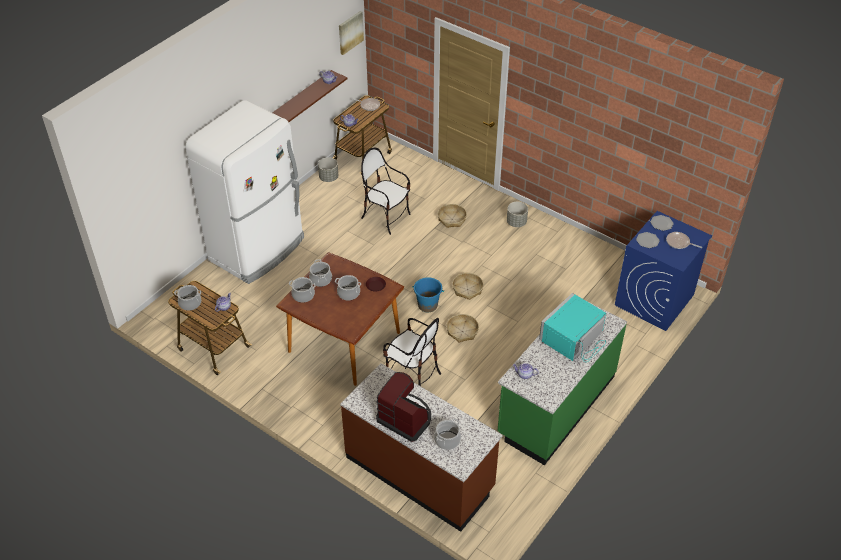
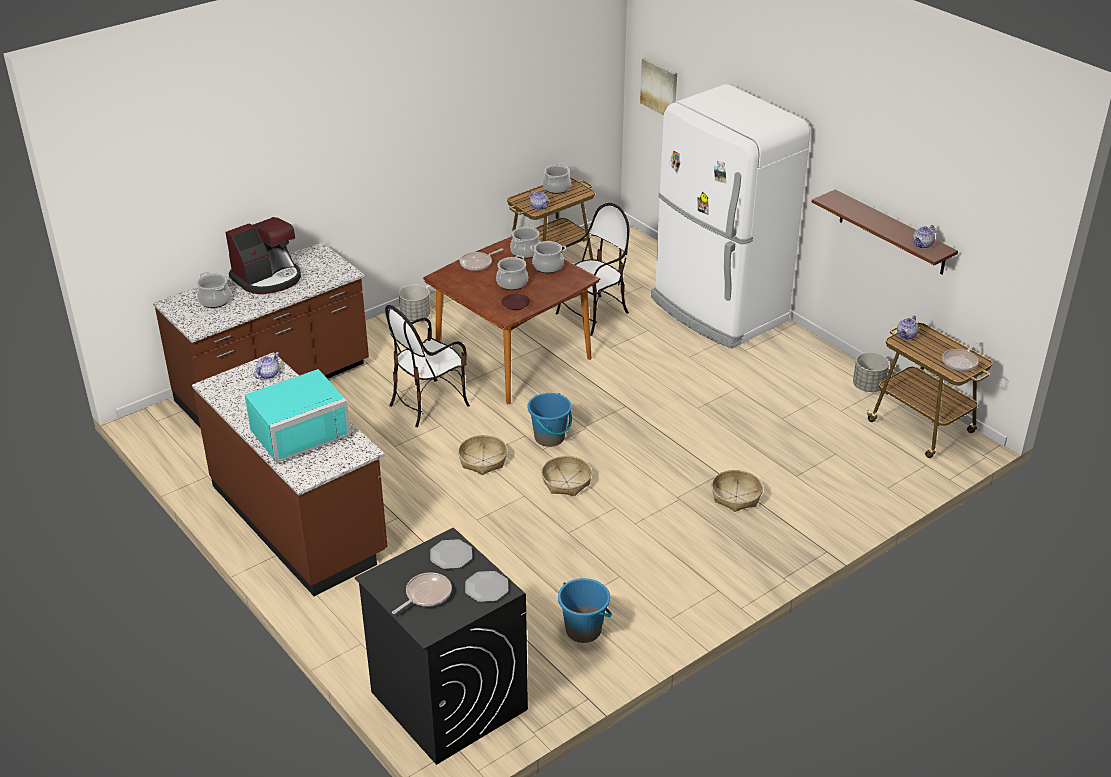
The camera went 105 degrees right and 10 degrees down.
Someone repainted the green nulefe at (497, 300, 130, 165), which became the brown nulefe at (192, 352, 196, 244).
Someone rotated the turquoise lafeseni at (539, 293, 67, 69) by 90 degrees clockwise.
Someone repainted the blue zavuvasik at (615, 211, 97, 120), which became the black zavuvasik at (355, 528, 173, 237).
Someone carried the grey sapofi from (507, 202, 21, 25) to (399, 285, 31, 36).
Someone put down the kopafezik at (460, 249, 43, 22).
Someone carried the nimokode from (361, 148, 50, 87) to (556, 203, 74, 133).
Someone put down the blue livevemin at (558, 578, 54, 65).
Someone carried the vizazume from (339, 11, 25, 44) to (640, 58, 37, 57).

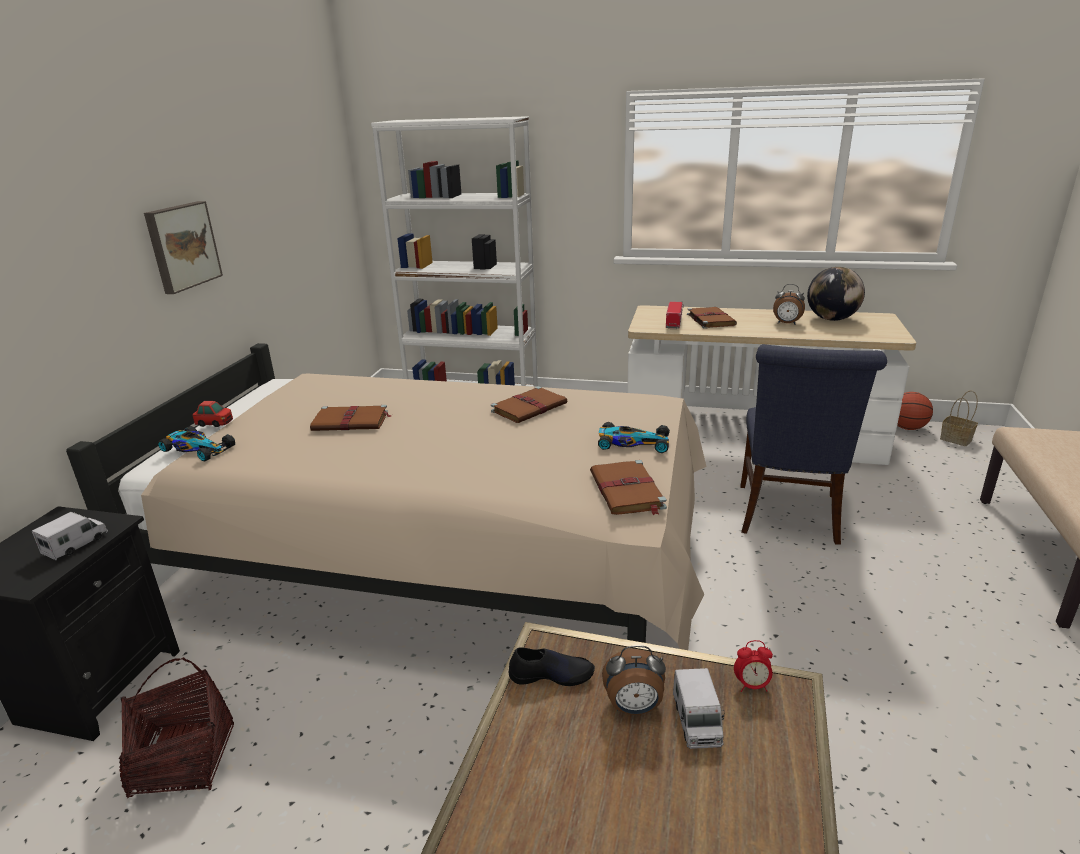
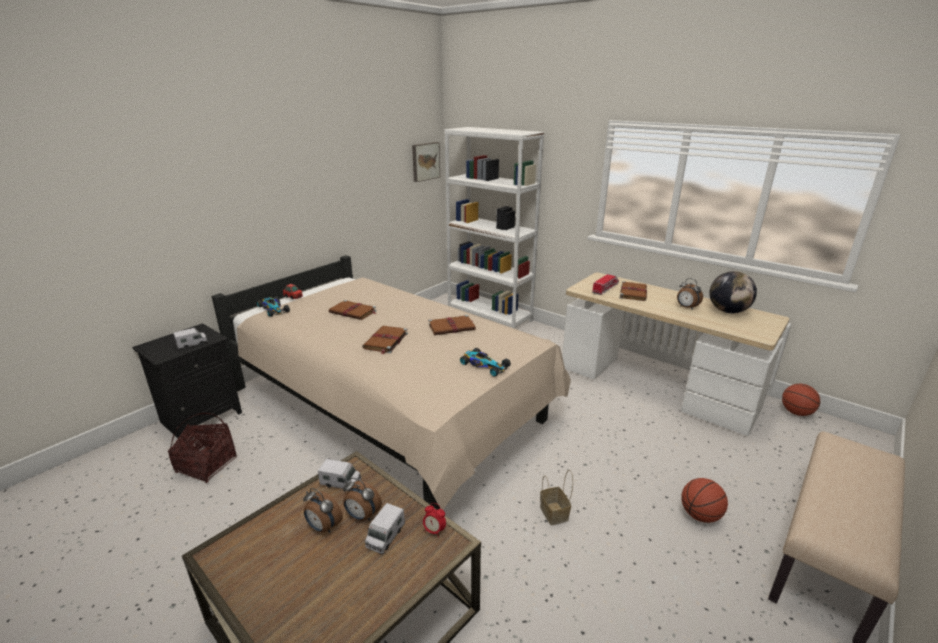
The camera went 25 degrees right and 0 degrees up.
Someone put down the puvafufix at (303, 488, 40, 45).
Someone swapped the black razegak at (509, 647, 86, 39) for the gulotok at (318, 459, 43, 30).
Someone carried the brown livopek from (590, 460, 77, 55) to (362, 326, 46, 29).
Someone carried the vizazume from (144, 201, 79, 93) to (412, 142, 28, 40).
Someone carried the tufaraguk from (940, 391, 38, 55) to (540, 470, 33, 55).
Someone put down the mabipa at (681, 478, 47, 45).
Someone took away the blue nimokode at (740, 344, 147, 201).

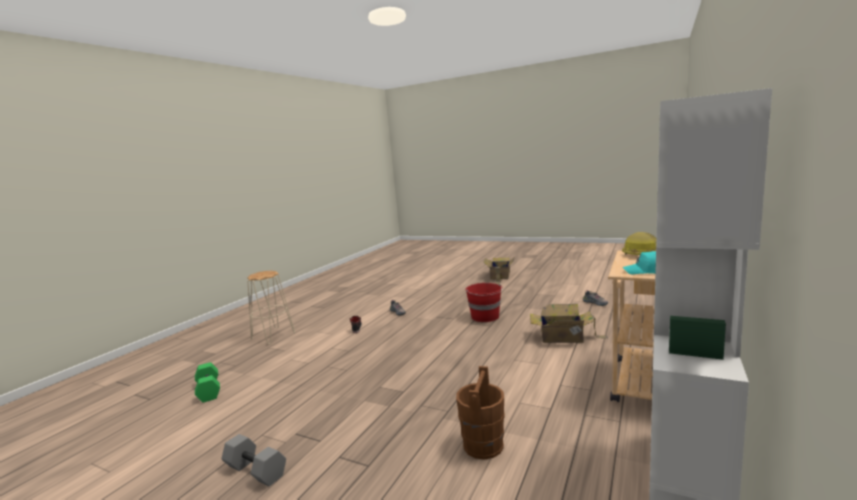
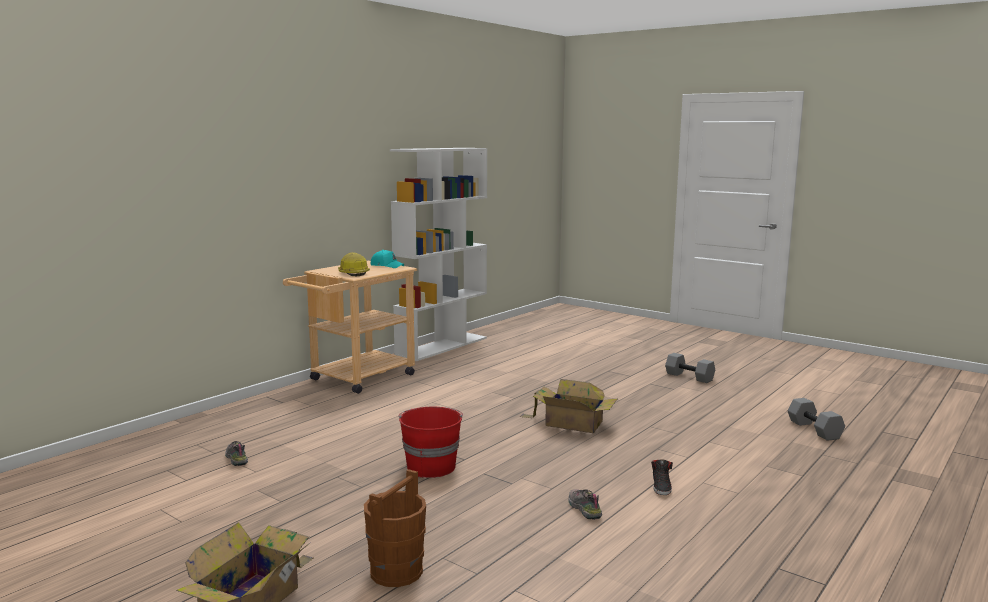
The camera went 170 degrees left and 0 degrees up.
Someone carried the brown livevemin from (456, 366, 49, 94) to (364, 469, 62, 118).
Someone carried the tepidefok from (530, 304, 78, 39) to (520, 379, 97, 54).
Someone repainted the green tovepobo at (195, 362, 25, 41), which became the grey tovepobo at (787, 398, 58, 43).
Someone took away the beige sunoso at (247, 271, 48, 74).

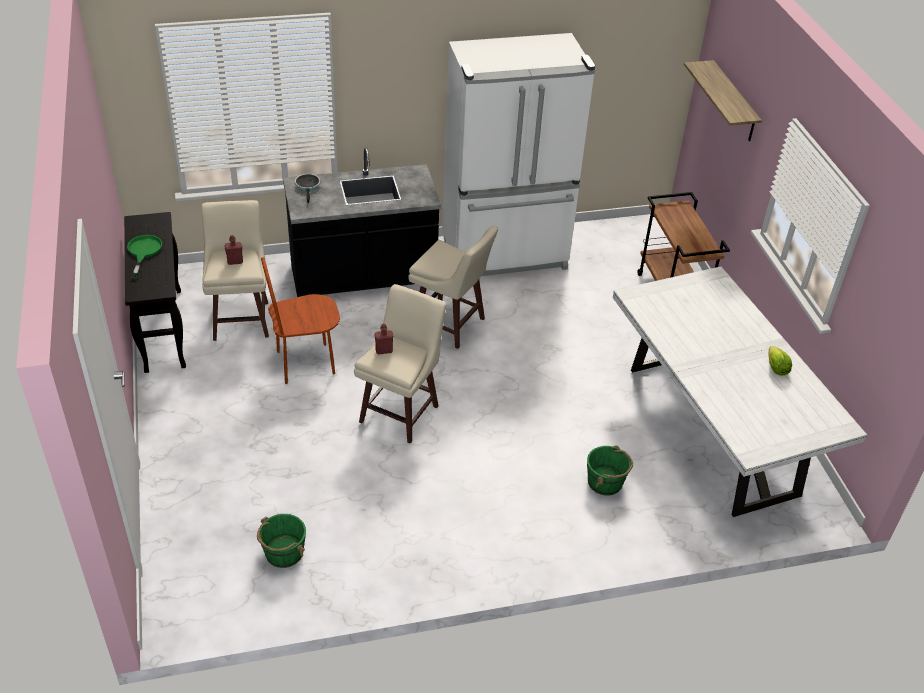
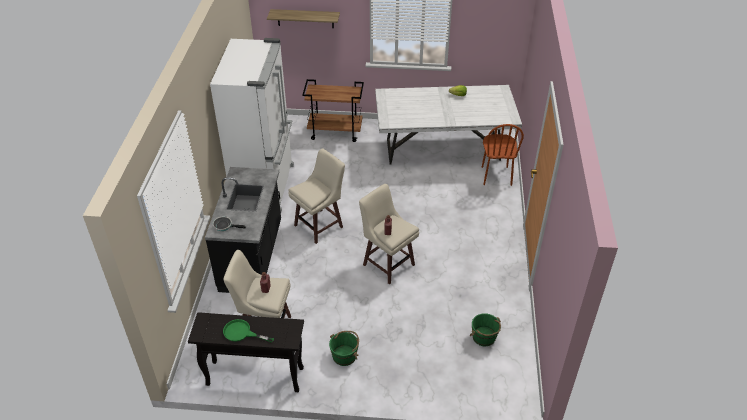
The camera went 70 degrees left and 0 degrees up.
Someone carried the green livevemin from (587, 445, 46, 51) to (329, 331, 30, 35).
Someone carried the brown nimokode from (261, 257, 79, 127) to (482, 124, 42, 62).

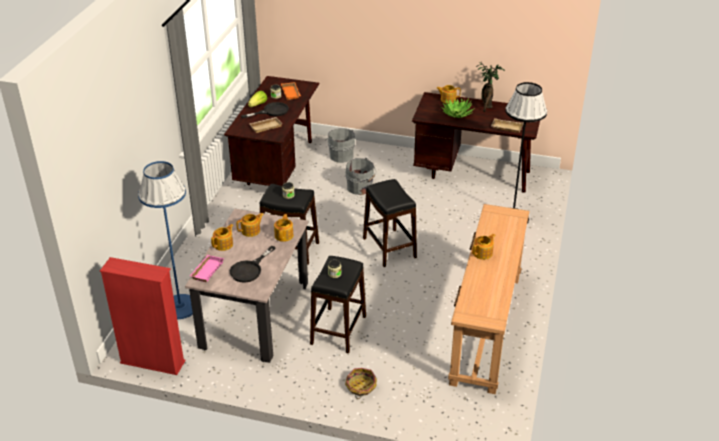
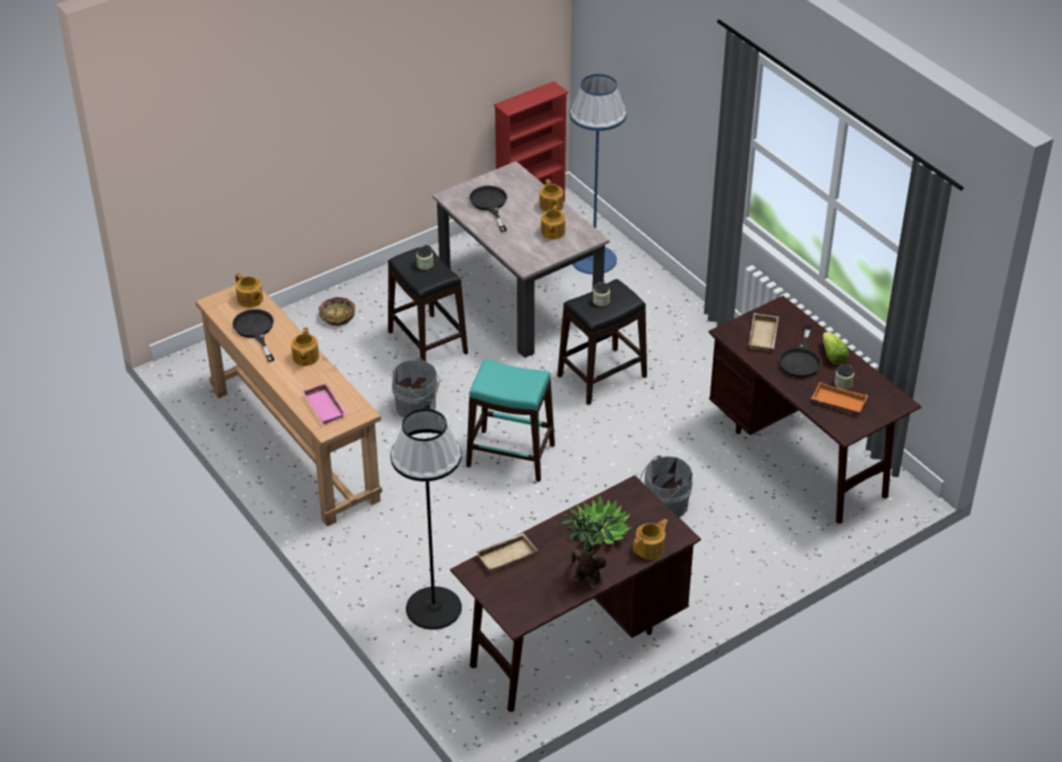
The camera went 130 degrees right and 5 degrees up.
Someone put down the black kopafezik at (232, 309, 42, 53).
Someone carried the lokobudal from (274, 214, 20, 28) to (235, 273, 28, 35).
Someone carried the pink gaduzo from (190, 255, 34, 27) to (302, 383, 45, 42).
Someone carried the grey livevemin from (326, 128, 29, 35) to (392, 358, 48, 60).
Someone repainted the black sunoso at (363, 179, 54, 88), which became the turquoise sunoso at (466, 360, 89, 122).

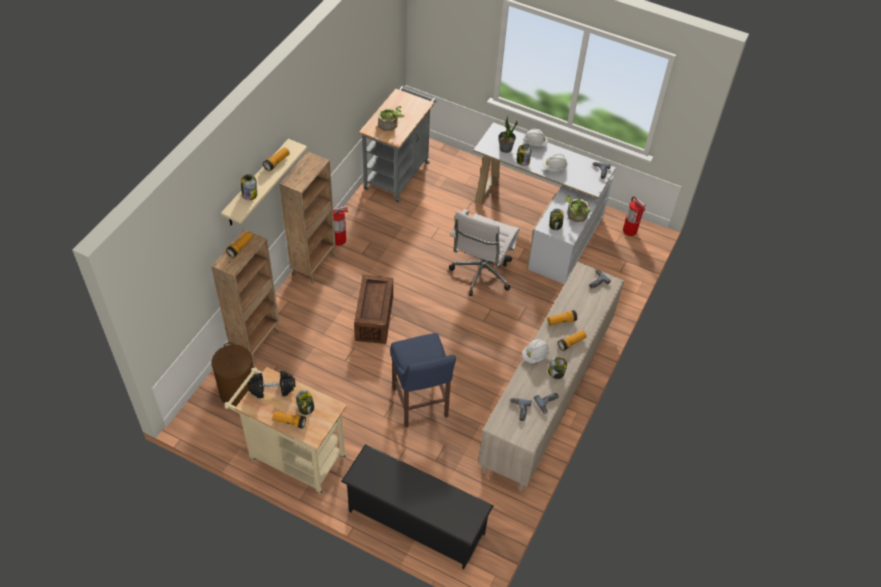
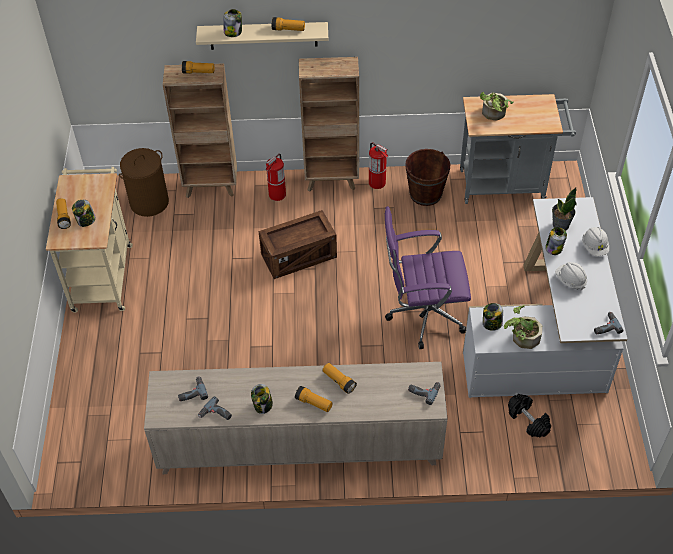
The camera went 65 degrees right and 0 degrees up.
Someone carried the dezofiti from (623, 196, 23, 40) to (266, 154, 20, 47).
Someone repainted the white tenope at (449, 209, 70, 87), which became the purple tenope at (385, 206, 86, 143).
Someone put down the brown livevemin at (405, 149, 45, 57).
Someone carried the black tovepobo from (248, 371, 47, 27) to (508, 394, 43, 44).
Someone took away the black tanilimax at (341, 444, 153, 125).
Someone took away the blue sunoso at (390, 333, 66, 94).
Someone took away the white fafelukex at (522, 339, 28, 24).

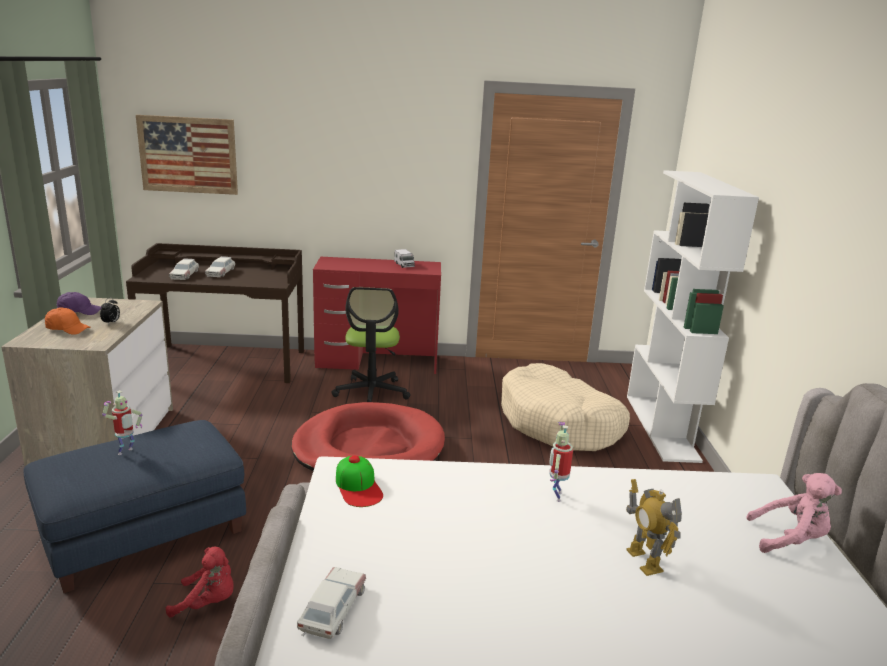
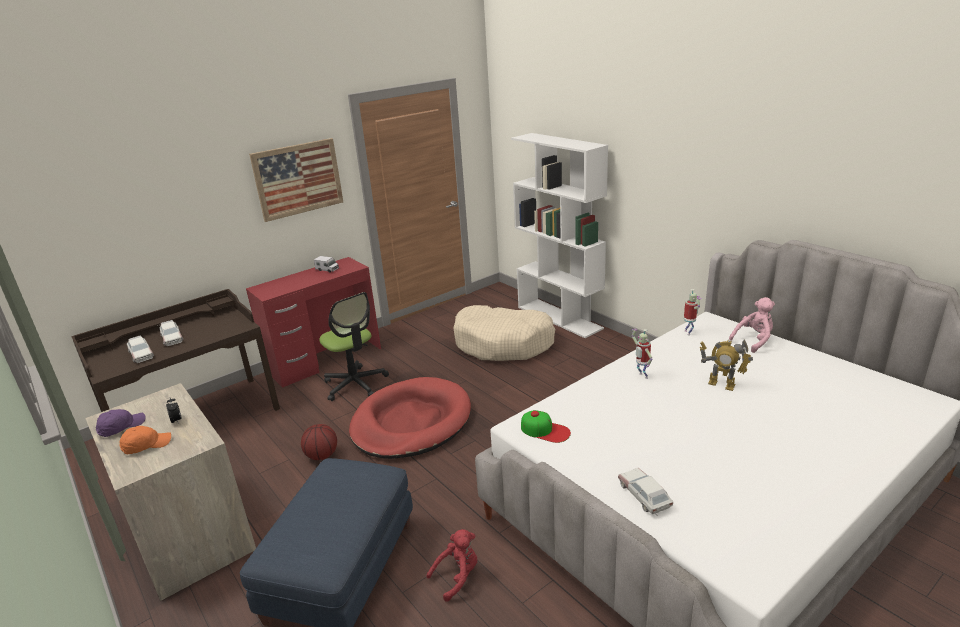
The camera went 35 degrees left and 5 degrees up.
Someone carried the vizazume from (136, 115, 102, 80) to (249, 138, 94, 84).
Someone put down the mabipa at (301, 424, 36, 36).
Someone carried the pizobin from (102, 390, 40, 65) to (684, 289, 18, 47).

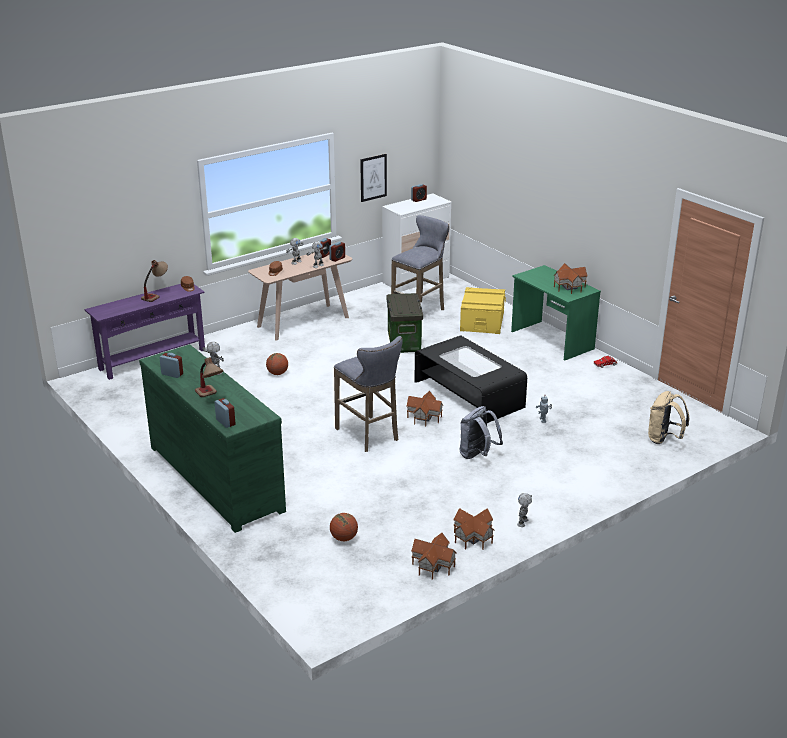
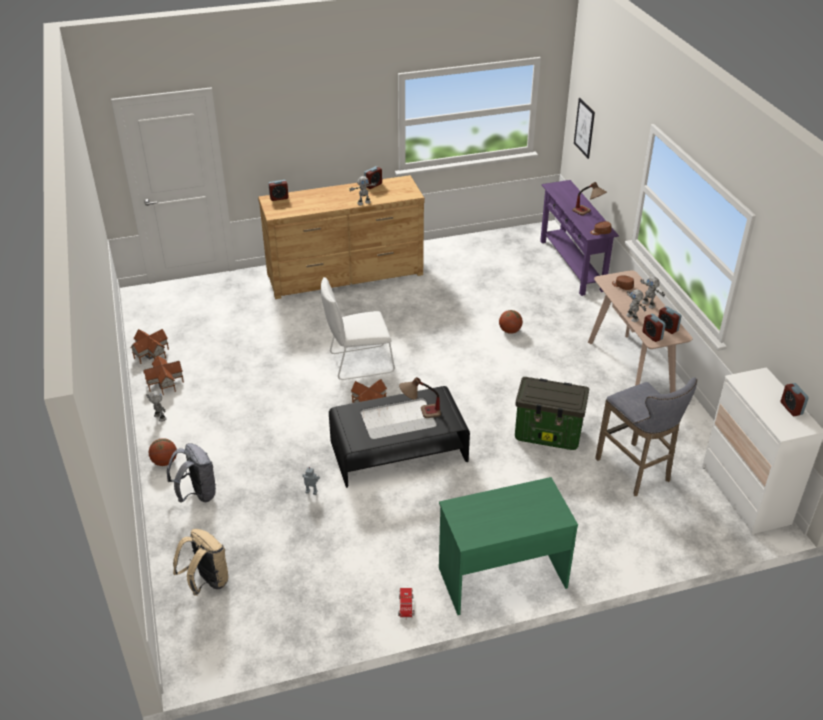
The camera went 110 degrees right and 10 degrees up.
Someone carried the mabipa from (330, 513, 28, 28) to (149, 438, 28, 28).
Someone carried the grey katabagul from (460, 406, 43, 53) to (167, 443, 49, 60).
Someone repainted the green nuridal at (139, 344, 147, 189), which became the brown nuridal at (258, 175, 167, 124).
Someone swapped the grey sunoso at (334, 336, 69, 116) for the white nimokode at (321, 277, 74, 103).
Someone carried the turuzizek from (195, 357, 28, 40) to (399, 377, 42, 41).
Someone carried the vizazume from (360, 154, 27, 48) to (574, 98, 21, 61).
Someone took away the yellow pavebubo at (460, 287, 46, 47).
Someone took away the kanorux at (554, 263, 34, 31).

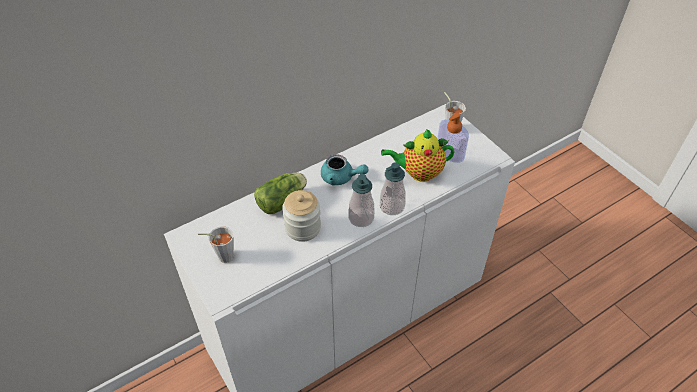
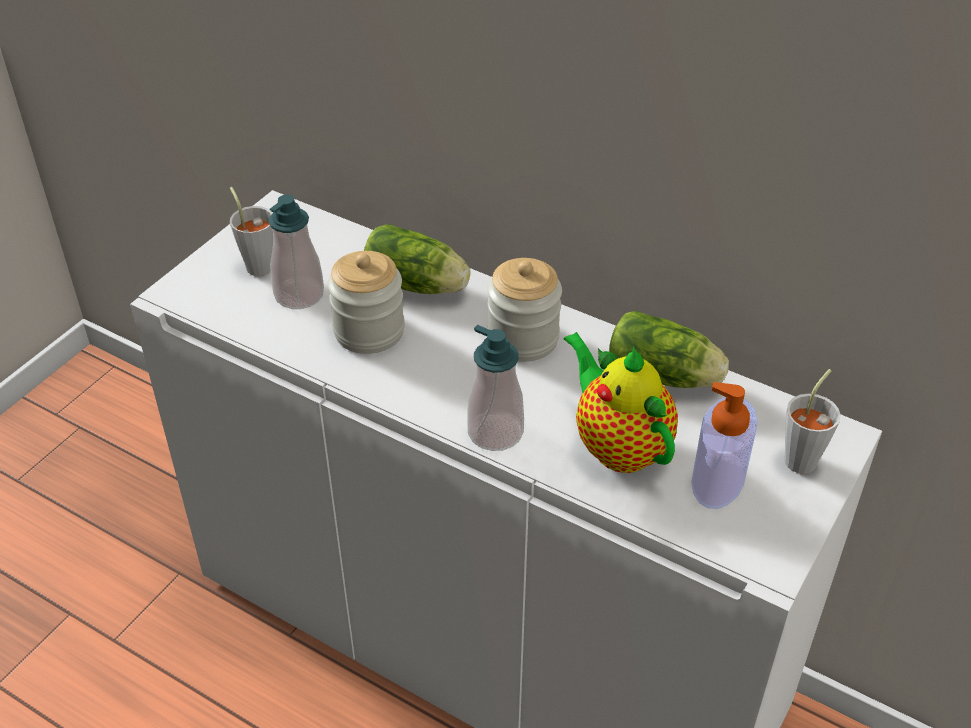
The camera went 65 degrees right and 5 degrees down.
Someone carried the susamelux from (348, 174, 26, 53) to (269, 195, 55, 114).
Someone swapped the turquoise lokobudal at (321, 154, 47, 31) for the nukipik at (487, 258, 75, 104).
Someone put down the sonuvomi at (609, 311, 120, 77).

